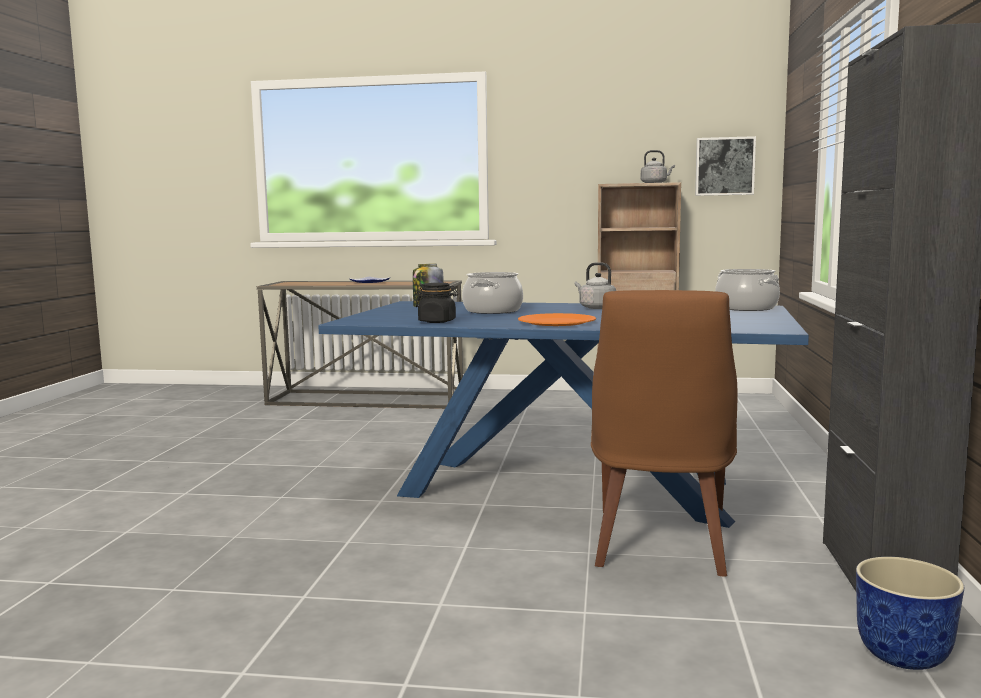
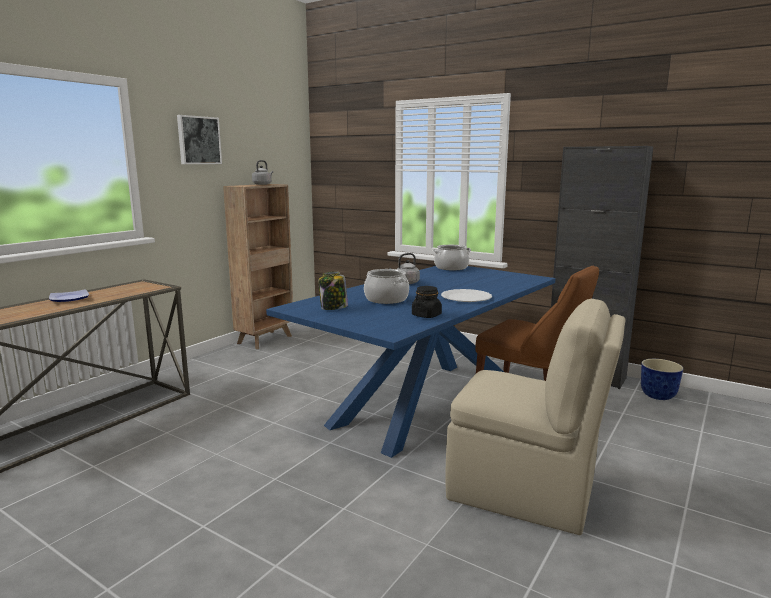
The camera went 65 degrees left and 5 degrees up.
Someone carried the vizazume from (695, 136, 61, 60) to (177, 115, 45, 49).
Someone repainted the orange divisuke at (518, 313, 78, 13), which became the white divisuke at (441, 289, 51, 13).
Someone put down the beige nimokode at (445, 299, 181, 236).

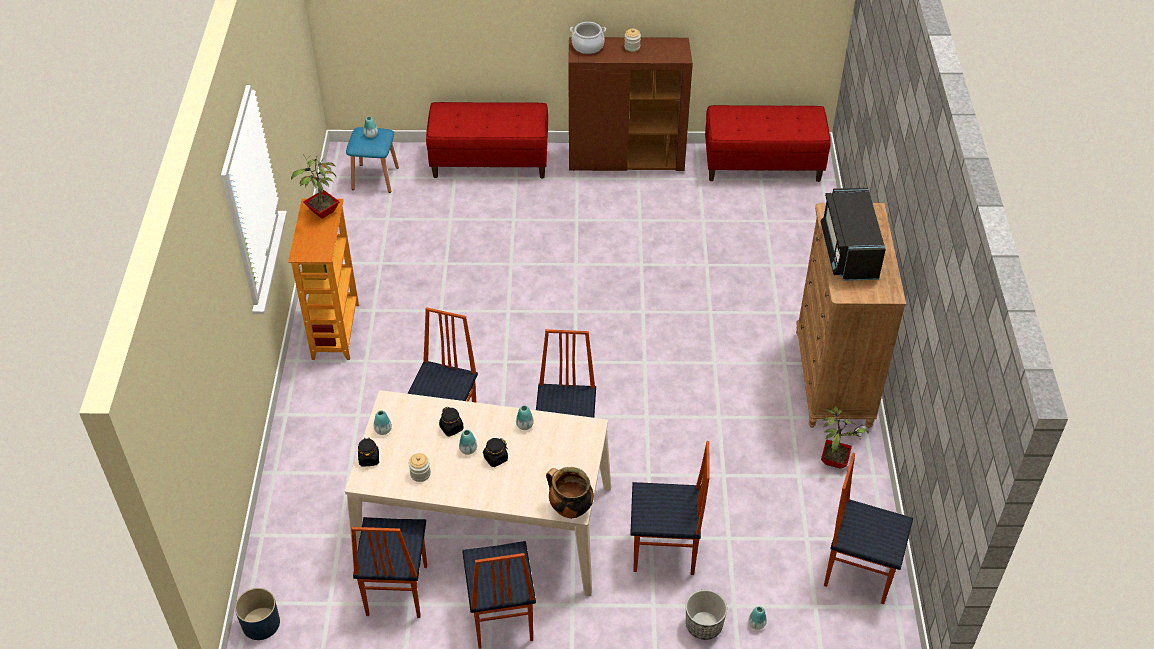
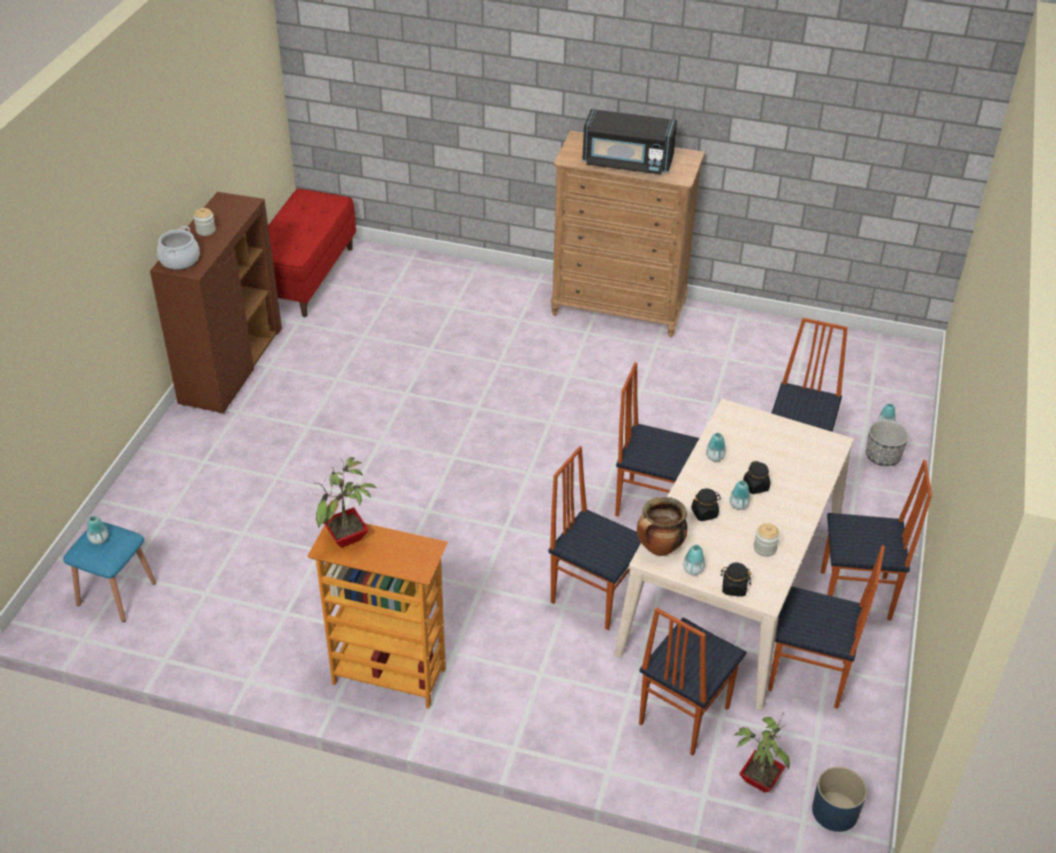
The camera went 75 degrees left and 5 degrees down.
Someone carried the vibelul from (546, 467, 48, 52) to (637, 497, 51, 59).
Someone carried the nimokode from (824, 453, 89, 151) to (639, 608, 108, 148).
Someone carried the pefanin from (821, 406, 47, 63) to (734, 713, 56, 79).
Someone took away the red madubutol at (426, 102, 122, 77).

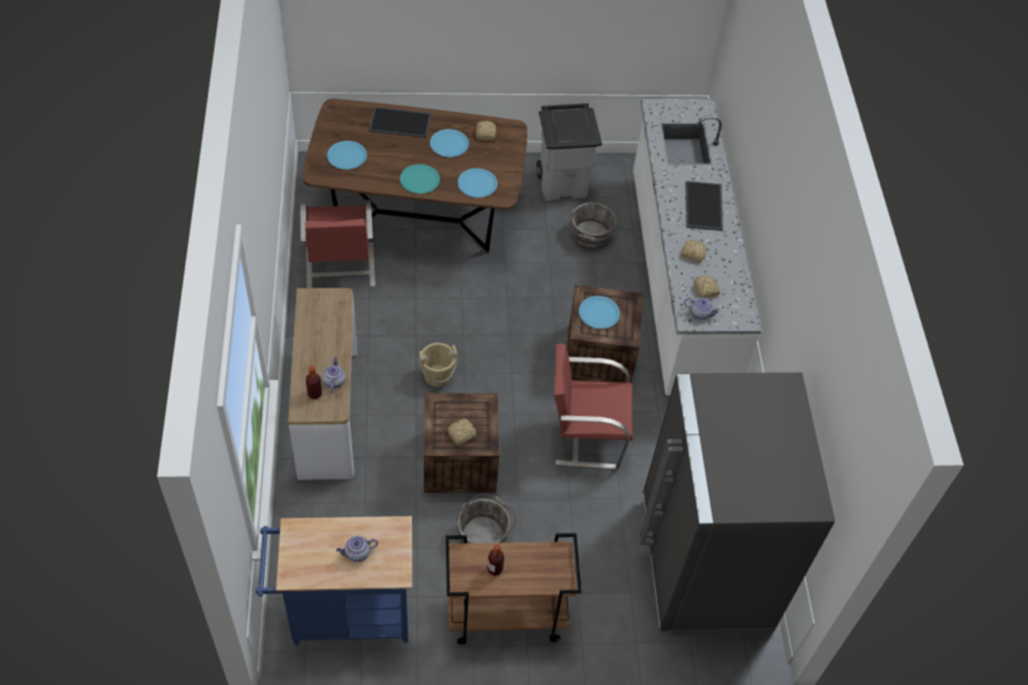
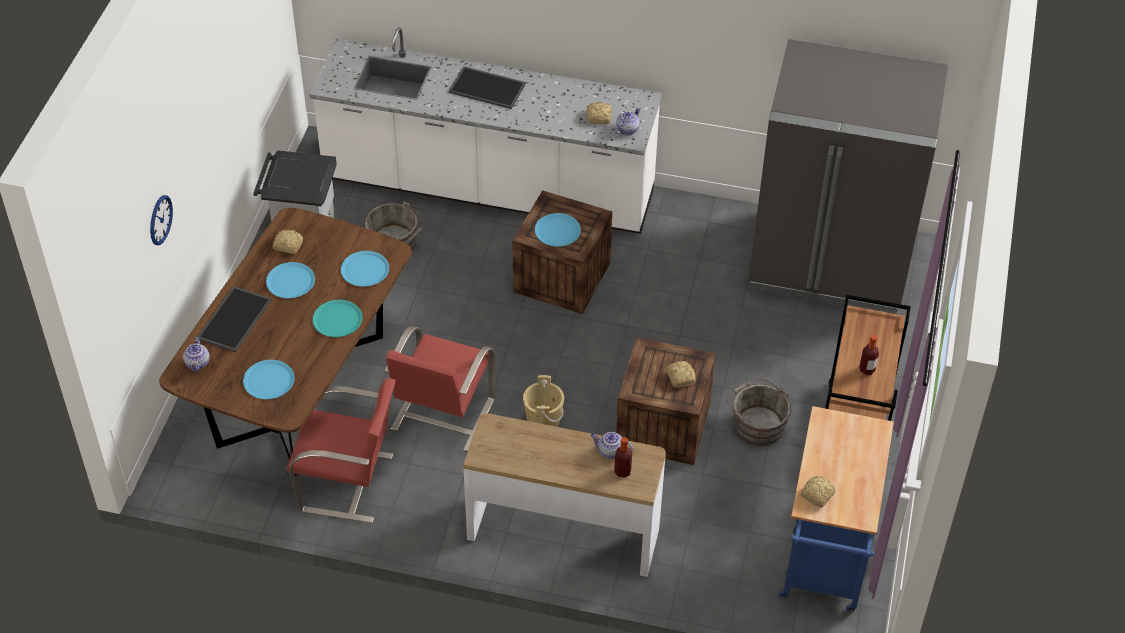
The camera went 70 degrees left and 5 degrees down.
Someone put up the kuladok at (150, 195, 23, 50).
Someone carried the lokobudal from (336, 536, 42, 26) to (183, 337, 27, 35).
Someone carried the red nimokode from (554, 343, 79, 127) to (384, 326, 111, 125).
Someone carried the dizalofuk from (681, 240, 26, 23) to (800, 476, 36, 32).

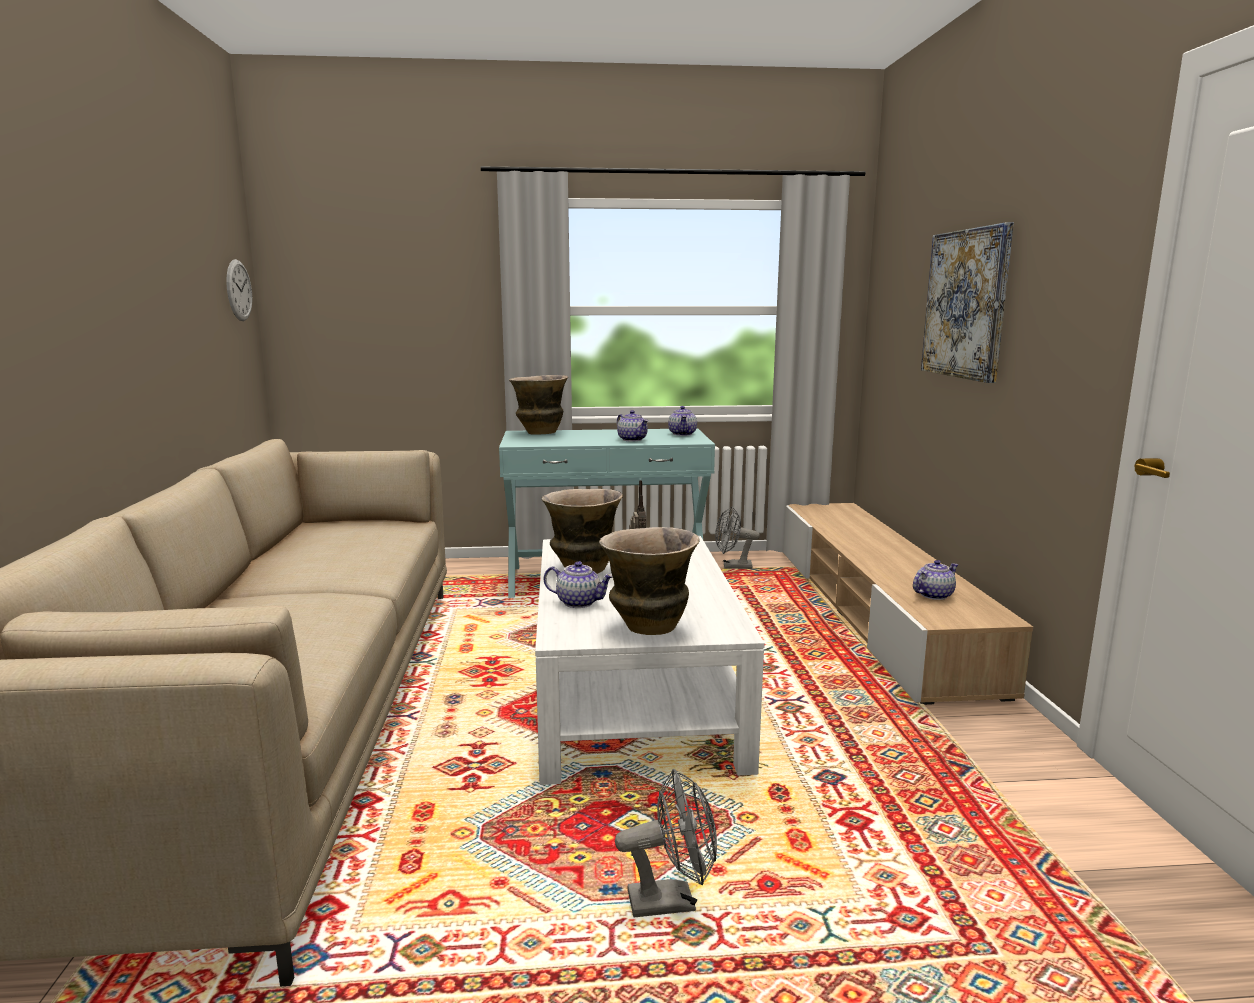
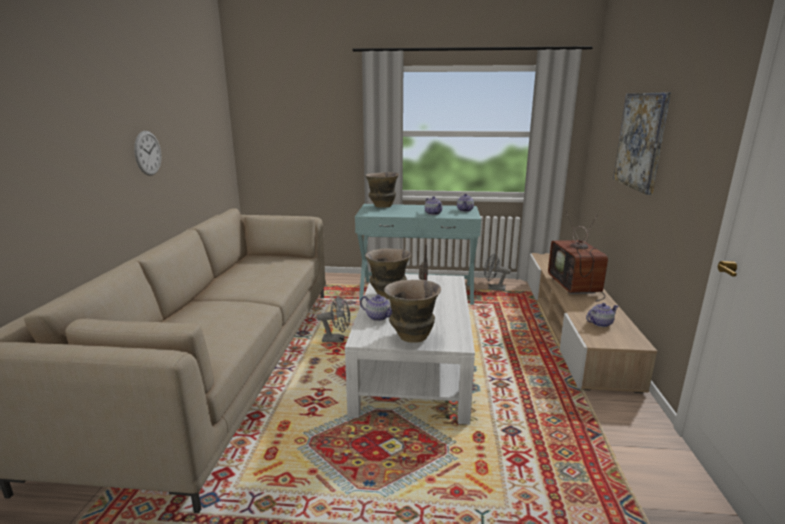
The camera went 10 degrees right and 5 degrees up.
Someone carried the kuladok from (226, 259, 26, 62) to (134, 131, 28, 45).
Someone carried the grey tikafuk from (615, 769, 102, 149) to (317, 296, 33, 47).
Someone put down the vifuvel at (548, 212, 60, 90).

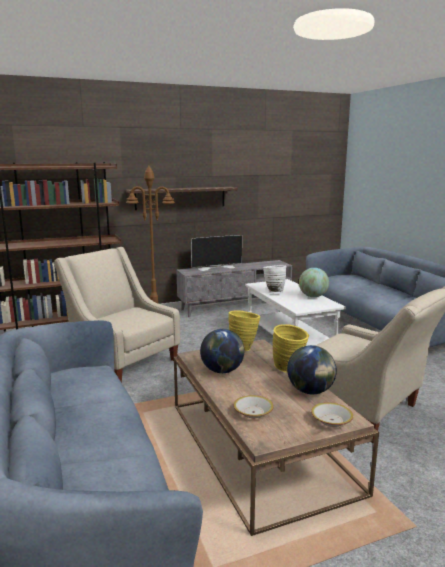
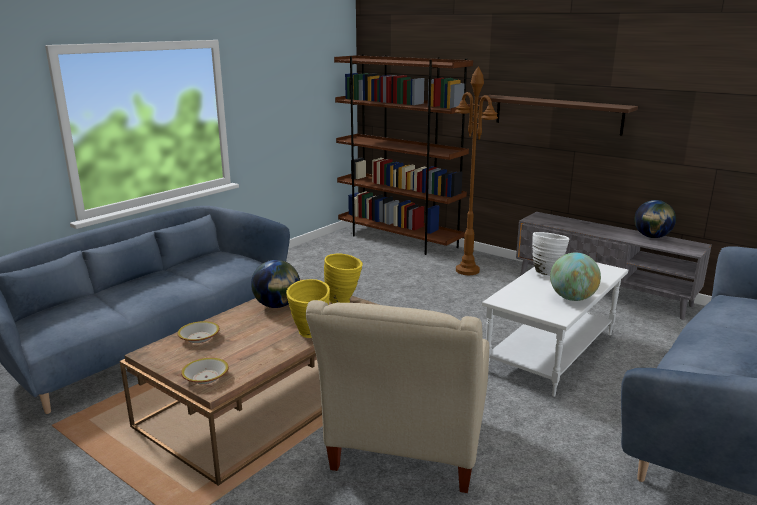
The camera went 60 degrees right and 5 degrees up.
Someone carried the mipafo from (287, 345, 50, 49) to (634, 200, 42, 38).
Someone took away the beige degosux at (54, 247, 126, 136).
Someone took away the vifuvel at (191, 235, 51, 36).

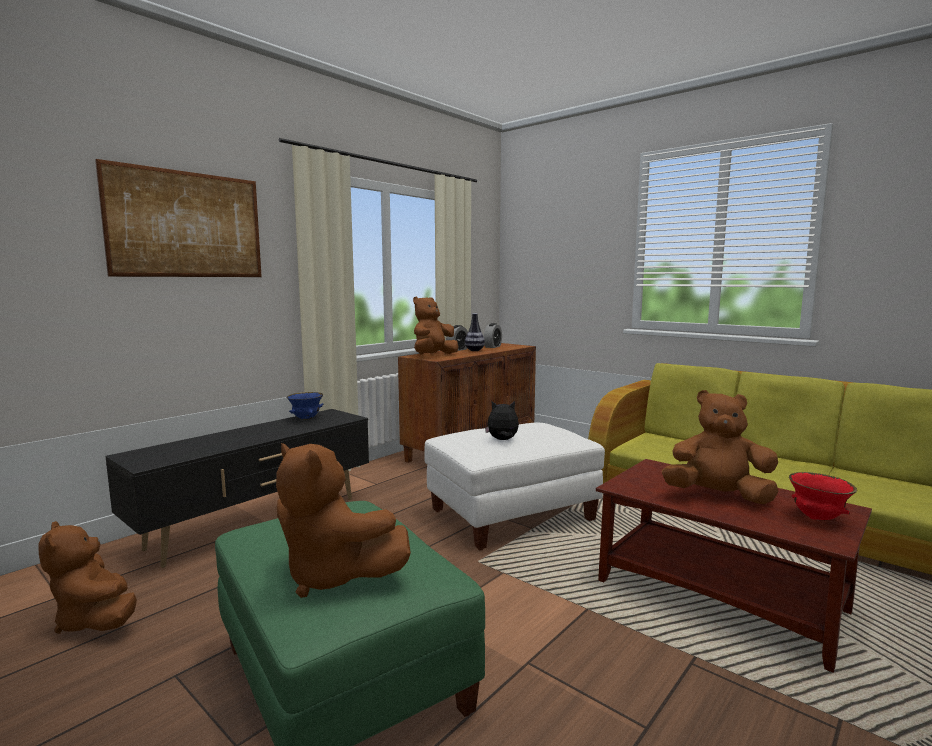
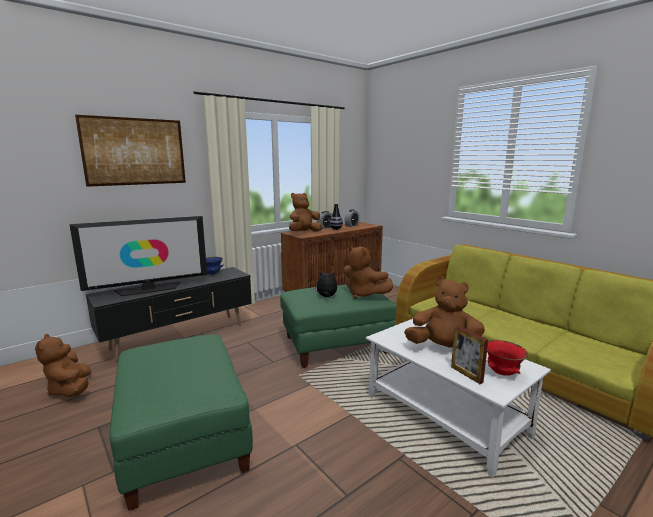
The camera went 10 degrees right and 5 degrees up.
Someone put down the vifuvel at (69, 216, 138, 80).
Someone repainted the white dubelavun at (424, 423, 181, 128), which became the green dubelavun at (280, 285, 117, 83).
Someone carried the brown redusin from (276, 443, 135, 155) to (343, 246, 50, 53).
Someone repainted the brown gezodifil at (596, 459, 276, 214), which became the white gezodifil at (366, 319, 185, 159).
Someone put down the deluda at (451, 326, 37, 58).

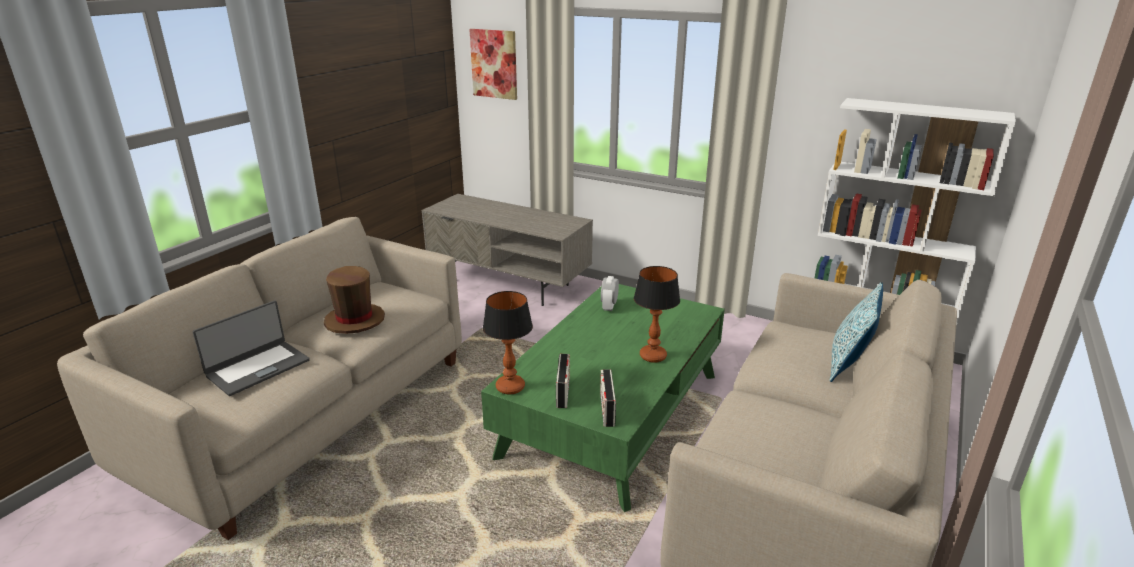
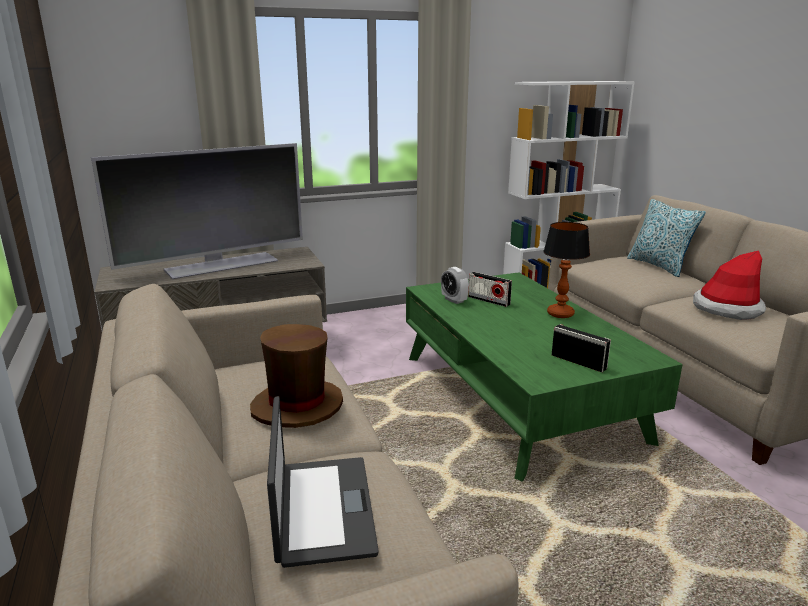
The camera went 50 degrees left and 5 degrees down.
Someone put down the vifuvel at (91, 143, 212, 136).
Someone carried the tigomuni from (600, 369, 16, 58) to (468, 272, 44, 35).
Someone put down the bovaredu at (693, 251, 73, 69).
Someone took away the vizazume at (469, 29, 48, 71).
Someone took away the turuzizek at (483, 291, 50, 104).

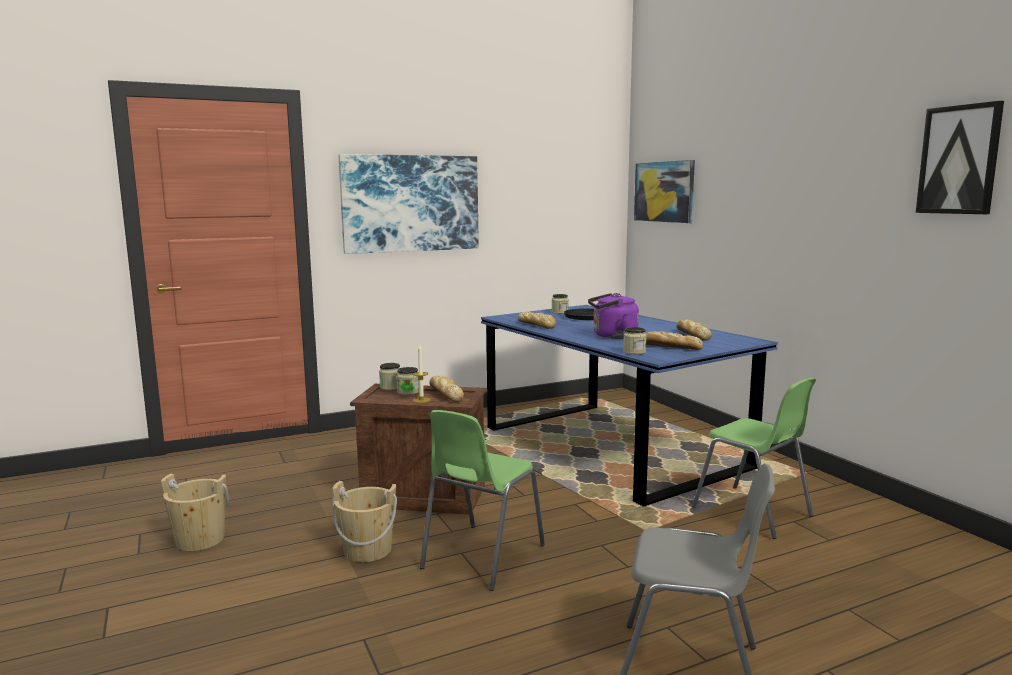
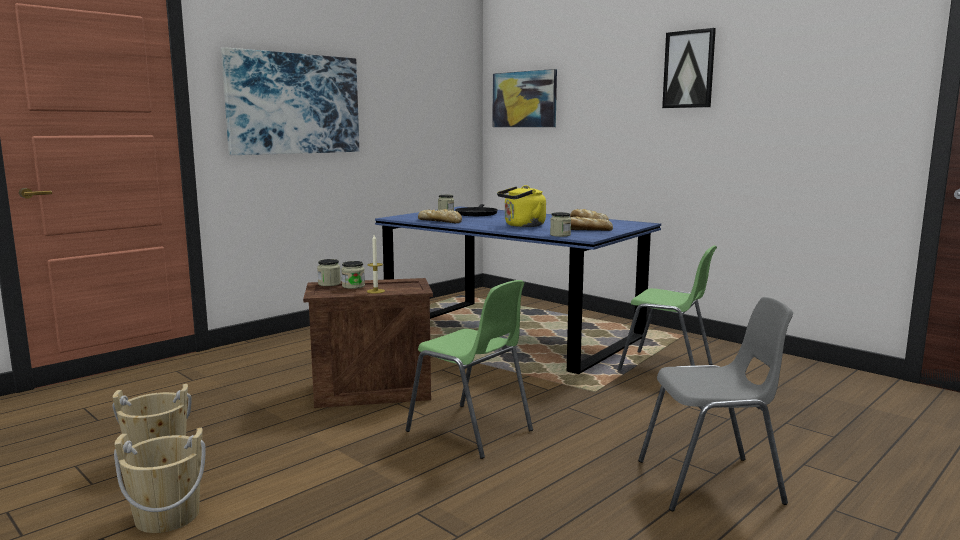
The camera went 20 degrees left and 0 degrees up.
Someone carried the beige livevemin from (332, 481, 65, 81) to (114, 427, 92, 106).
Someone rotated the green nimokode at (420, 410, 125, 181) by 60 degrees counterclockwise.
Someone repainted the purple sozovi at (588, 293, 51, 46), which became the yellow sozovi at (497, 185, 49, 42).
Someone carried the vizazume from (916, 101, 88, 113) to (662, 28, 54, 80).
Someone took away the dizalofuk at (429, 375, 35, 27).

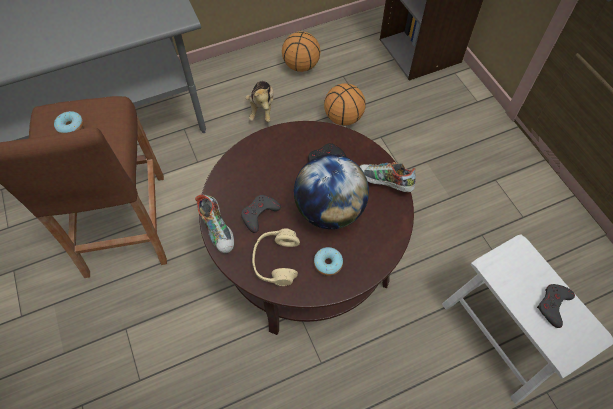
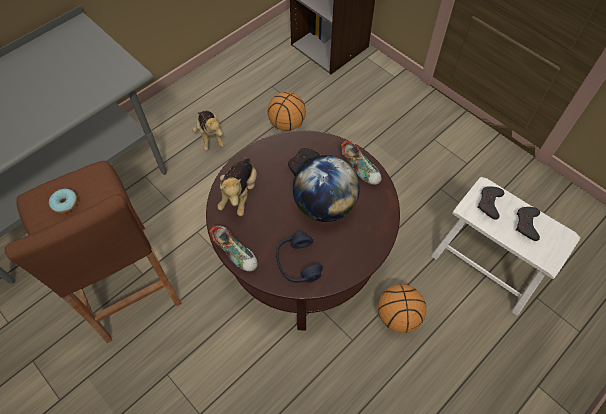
The camera went 20 degrees left and 0 degrees up.
Someone put down the redusin at (218, 157, 39, 59).
Someone repainted the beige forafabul at (252, 229, 48, 57), which became the blue forafabul at (276, 232, 47, 51).
Someone rotated the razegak at (359, 162, 57, 30) by 135 degrees counterclockwise.
Someone carried the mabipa from (282, 31, 39, 41) to (378, 284, 49, 49).
Someone carried the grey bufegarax from (241, 195, 40, 38) to (478, 186, 26, 34).
Someone took away the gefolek at (314, 247, 29, 29).

